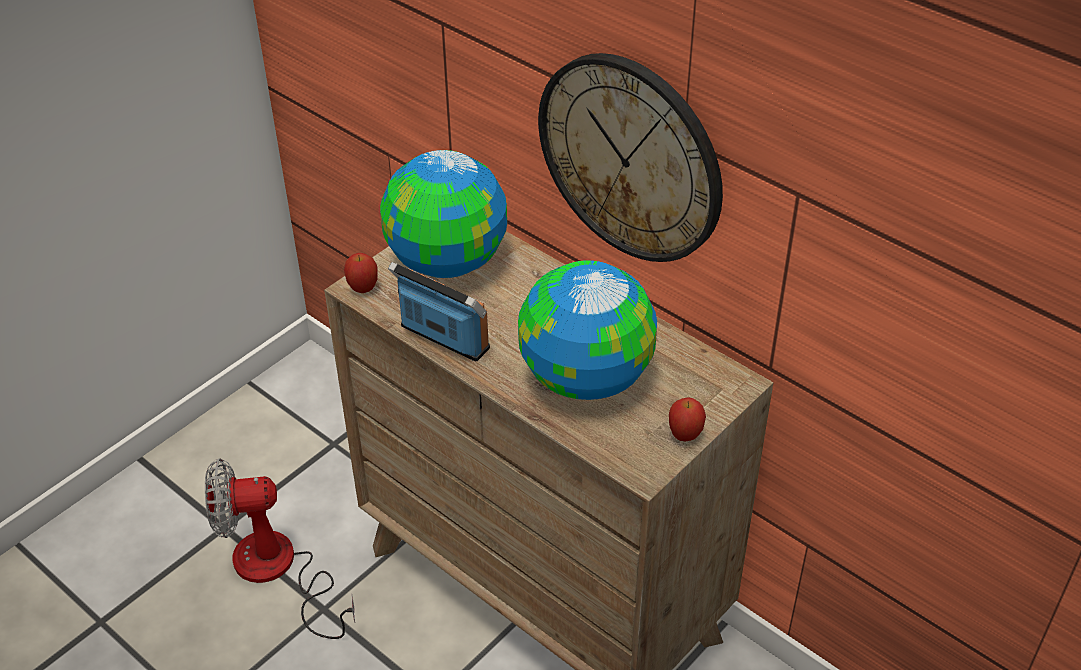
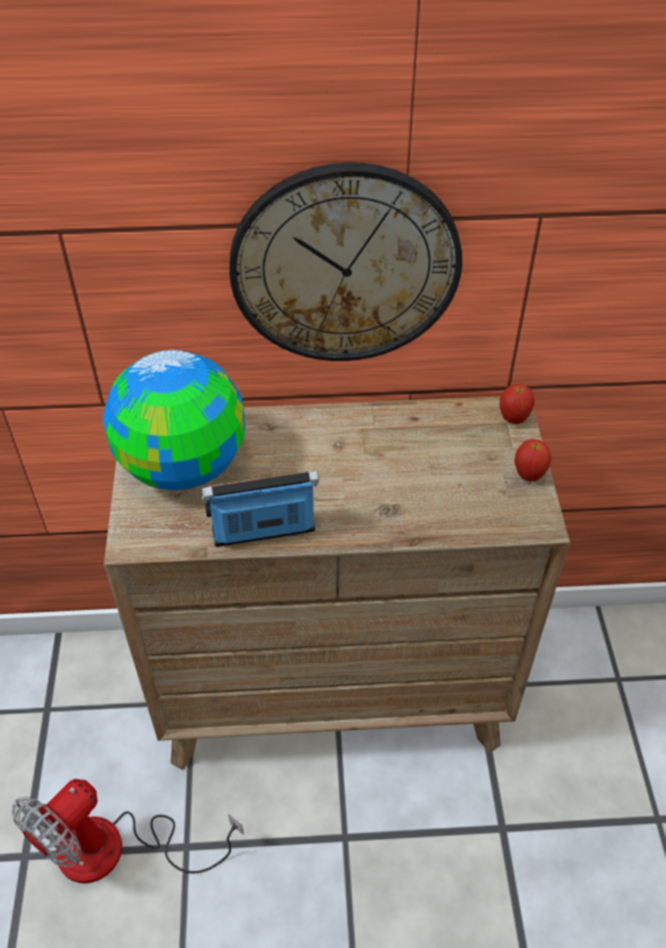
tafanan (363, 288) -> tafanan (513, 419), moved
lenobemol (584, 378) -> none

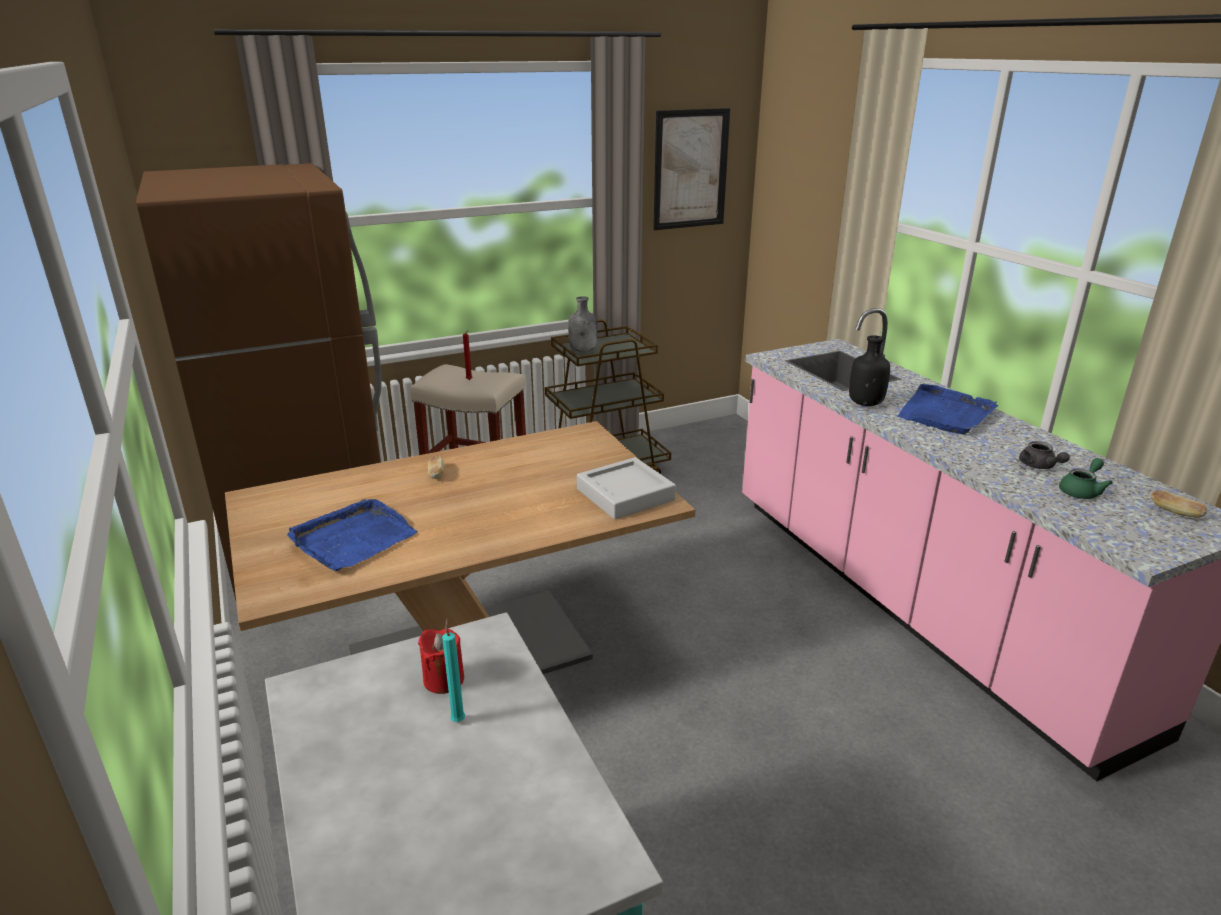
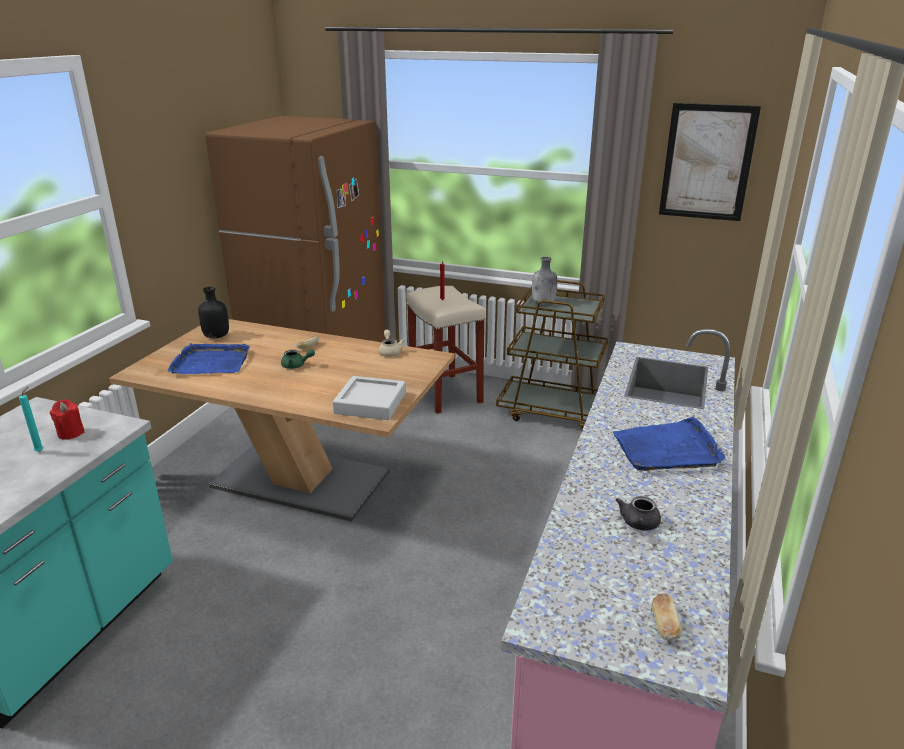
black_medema (865, 403) -> black_medema (217, 336), moved
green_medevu (1081, 491) -> green_medevu (296, 365), moved
none -> beige_medevu (390, 352)

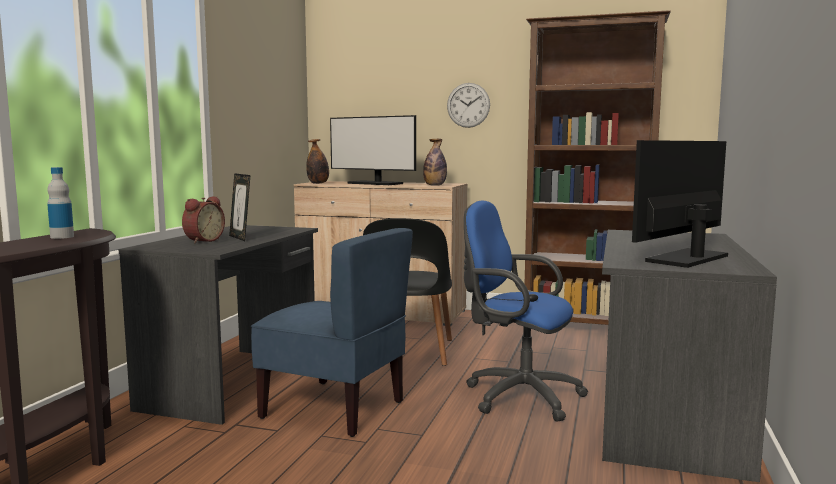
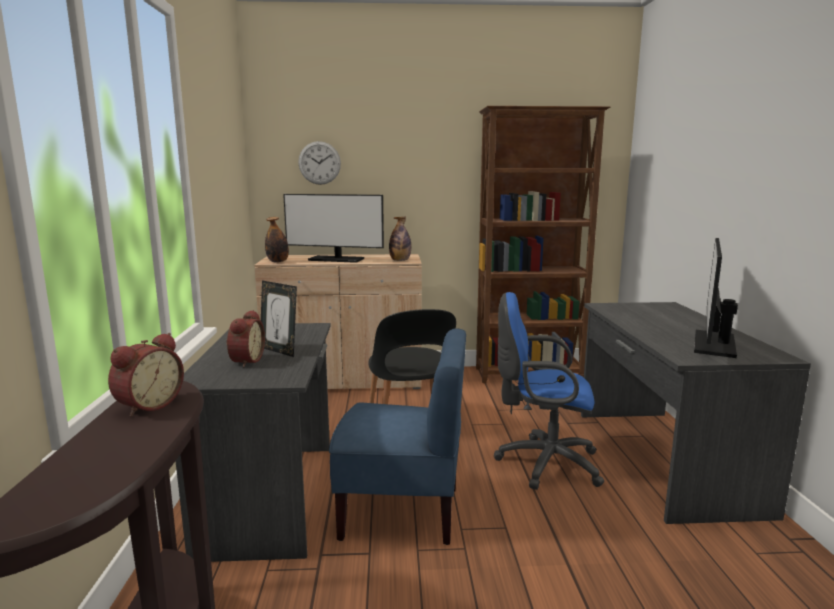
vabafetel (468, 105) -> vabafetel (319, 163), moved
medema (62, 237) -> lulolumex (148, 405)

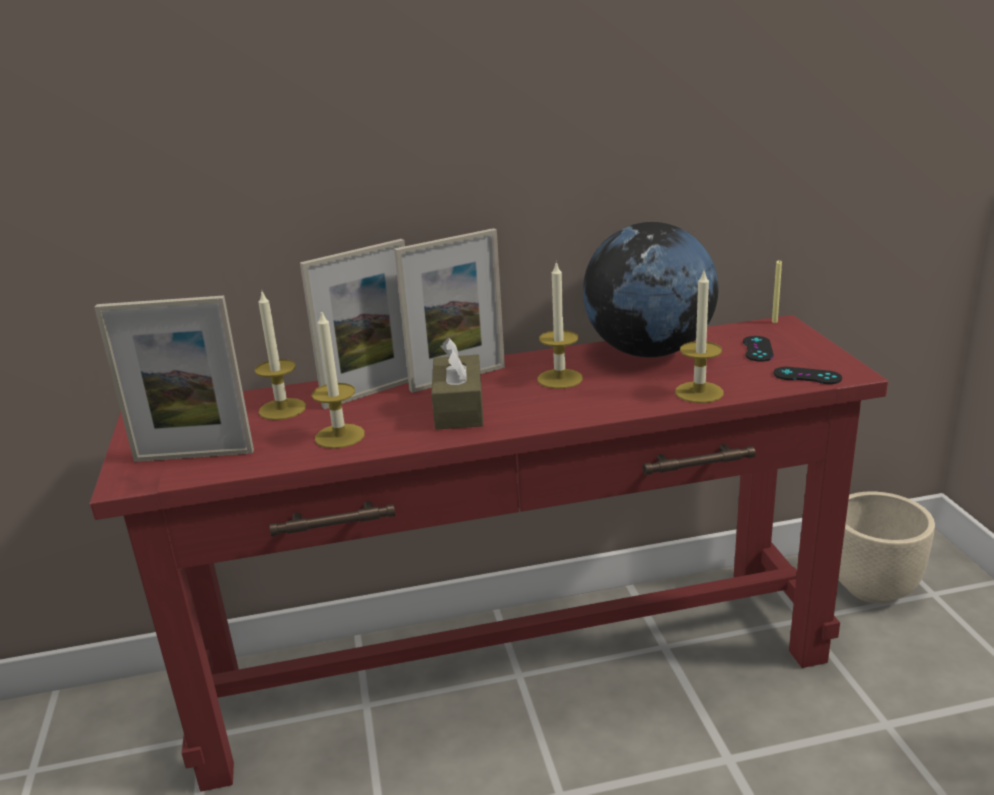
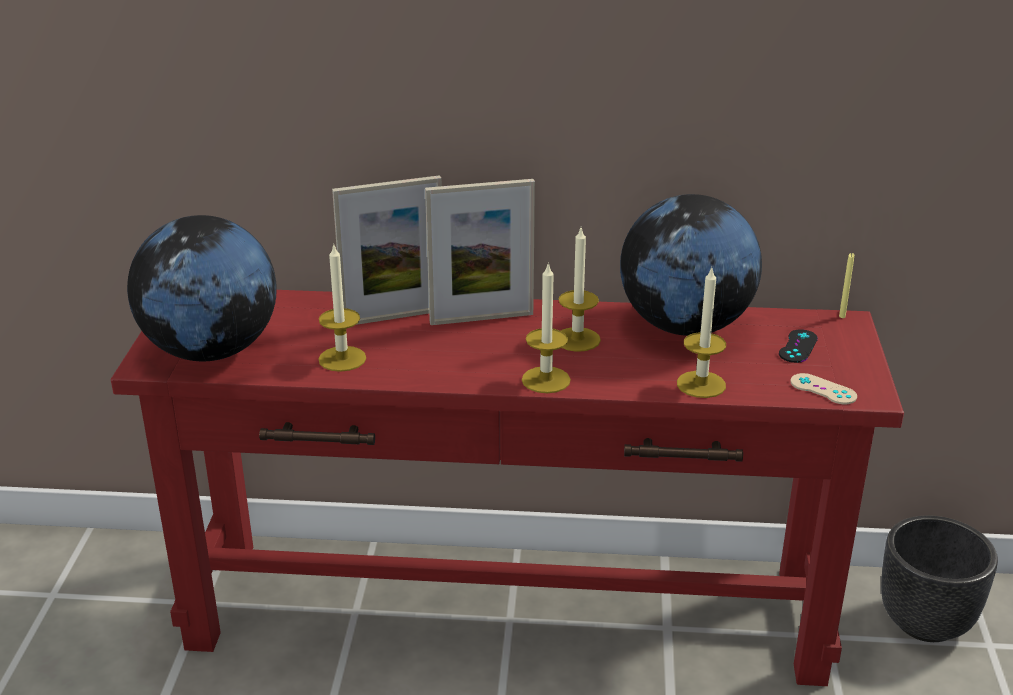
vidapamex (282, 409) -> vidapamex (546, 380), moved
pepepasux (194, 455) -> lenobemol (210, 351)
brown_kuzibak (459, 408) -> none
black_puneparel (807, 376) -> beige_puneparel (823, 389)
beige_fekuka (874, 587) -> black_fekuka (927, 622)

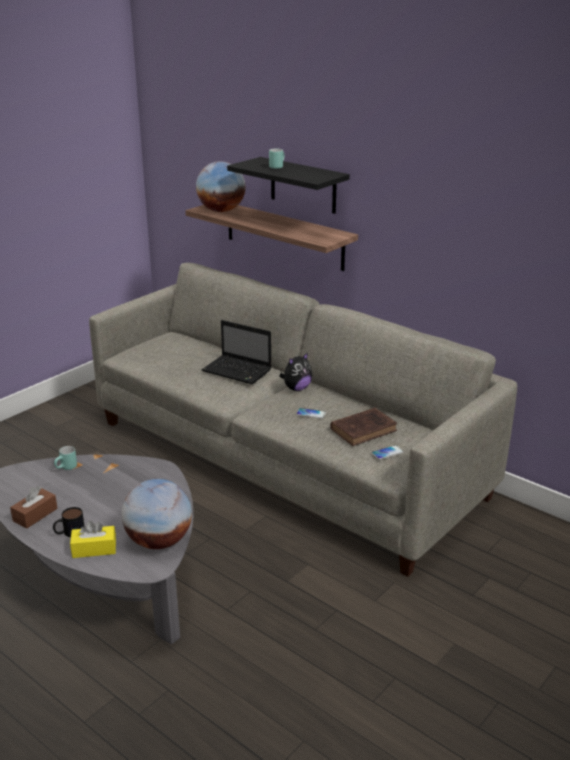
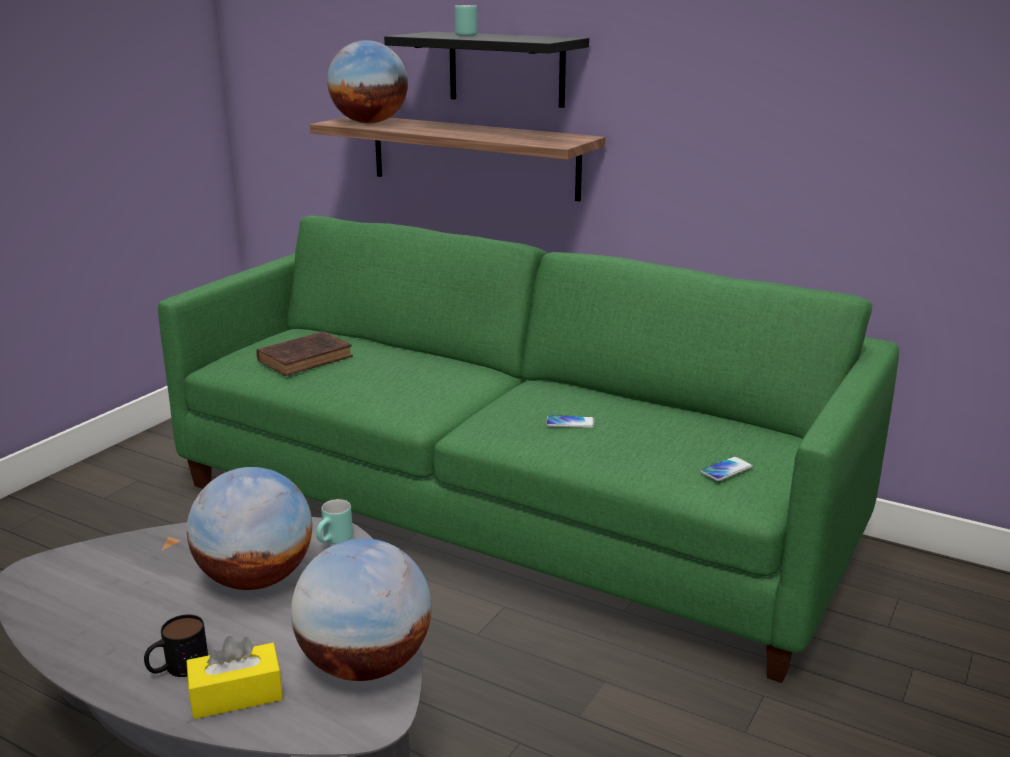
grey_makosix (286, 458) -> green_makosix (506, 512)
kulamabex (238, 371) -> none
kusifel (296, 388) -> none
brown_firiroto (365, 429) -> brown_firiroto (307, 358), moved
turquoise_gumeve (67, 468) -> turquoise_gumeve (335, 542), moved
brown_kuzibak (35, 515) -> none
none -> lenobemol (255, 579)

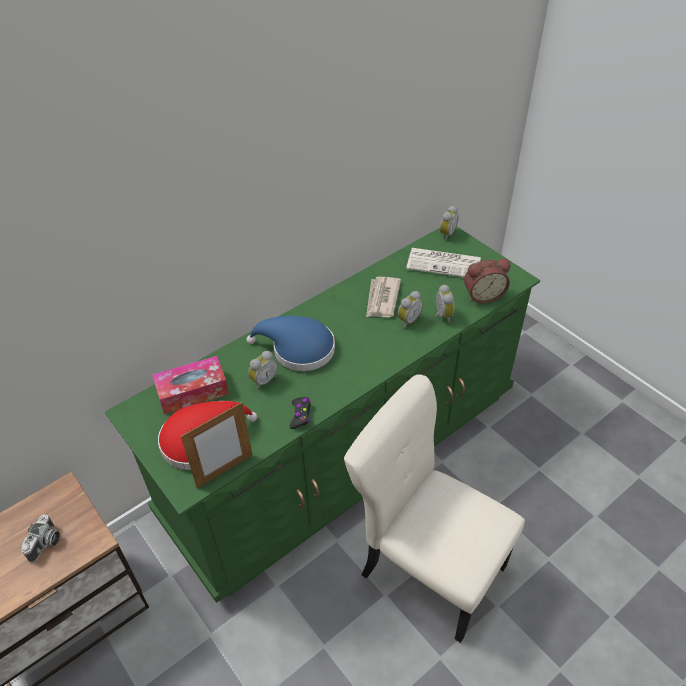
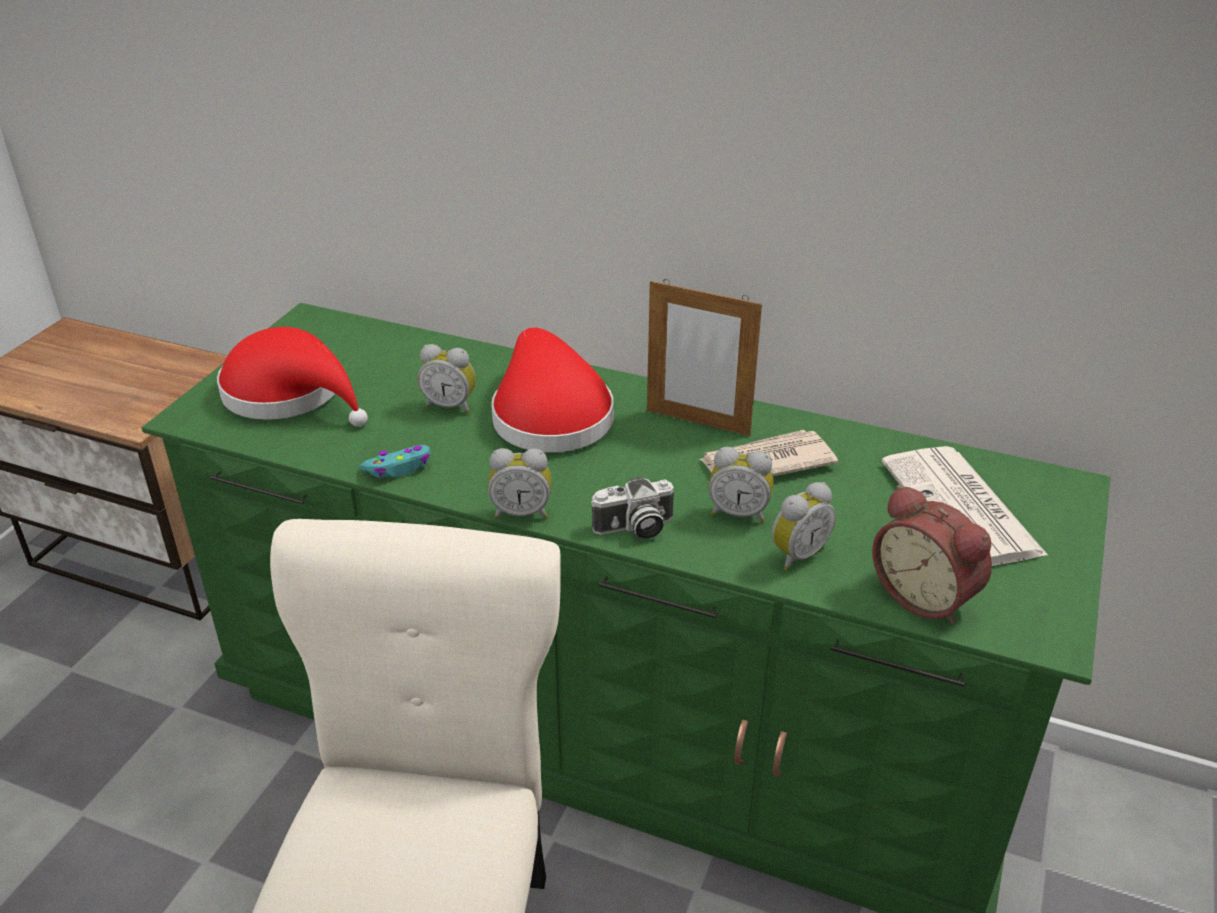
lulolumex (446, 234) -> lulolumex (521, 512), moved
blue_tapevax (298, 349) -> red_tapevax (549, 414)
kuzibak (192, 391) -> none
black_puneparel (300, 415) -> turquoise_puneparel (399, 468)
pepepasux (225, 471) -> pepepasux (697, 422), moved
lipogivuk (45, 544) -> lipogivuk (634, 528), moved

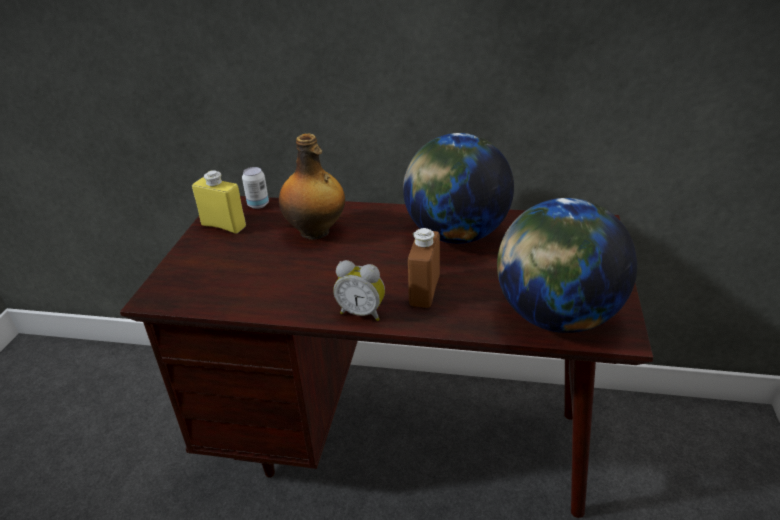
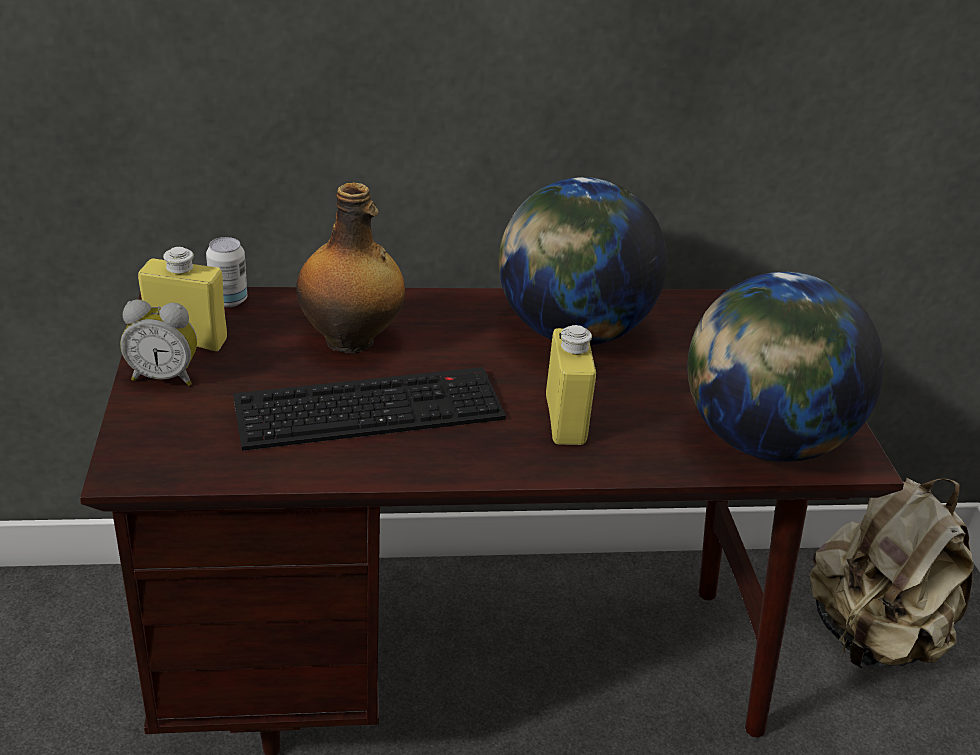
brown_medema (424, 291) -> yellow_medema (565, 420)
lulolumex (362, 312) -> lulolumex (164, 376), moved
none -> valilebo (371, 407)
none -> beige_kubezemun (872, 636)

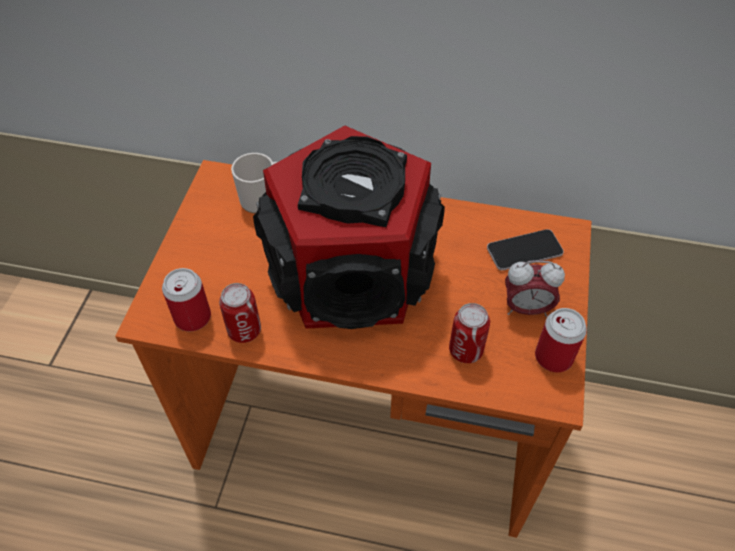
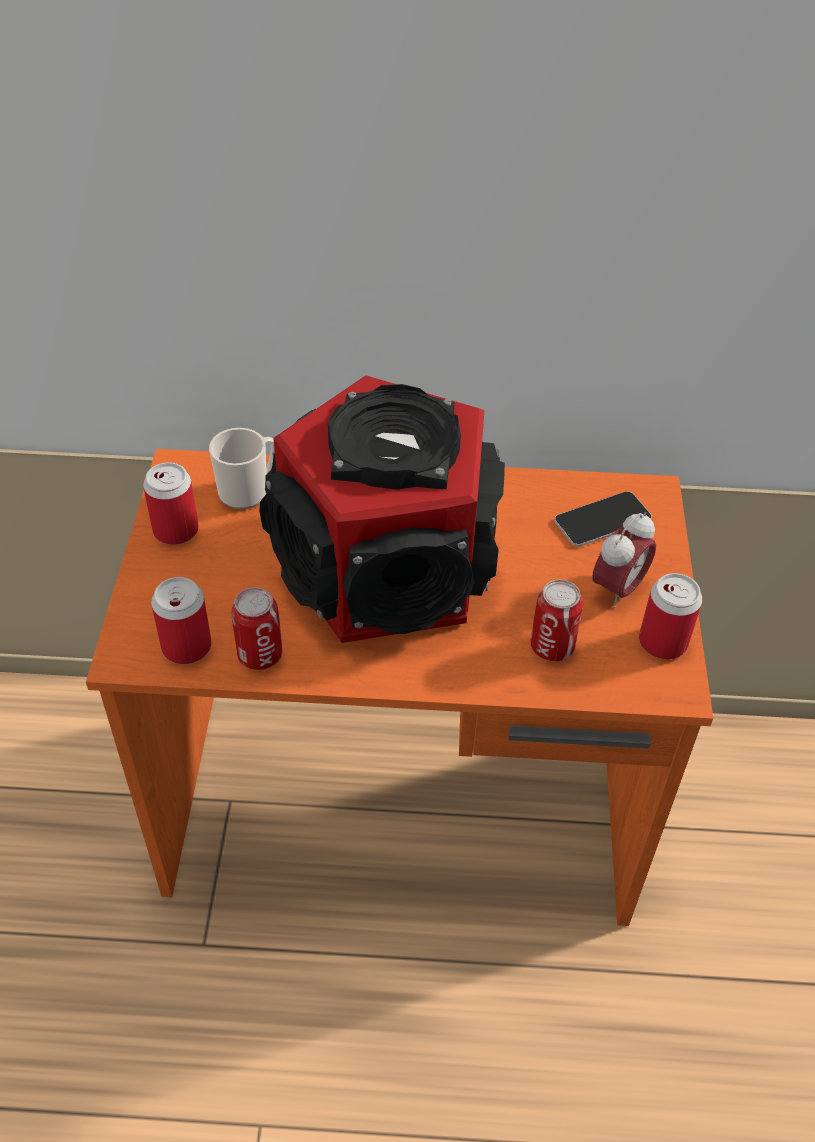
lulolumex (526, 308) -> lulolumex (618, 589), 45 degrees counterclockwise
none -> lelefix (176, 530)

